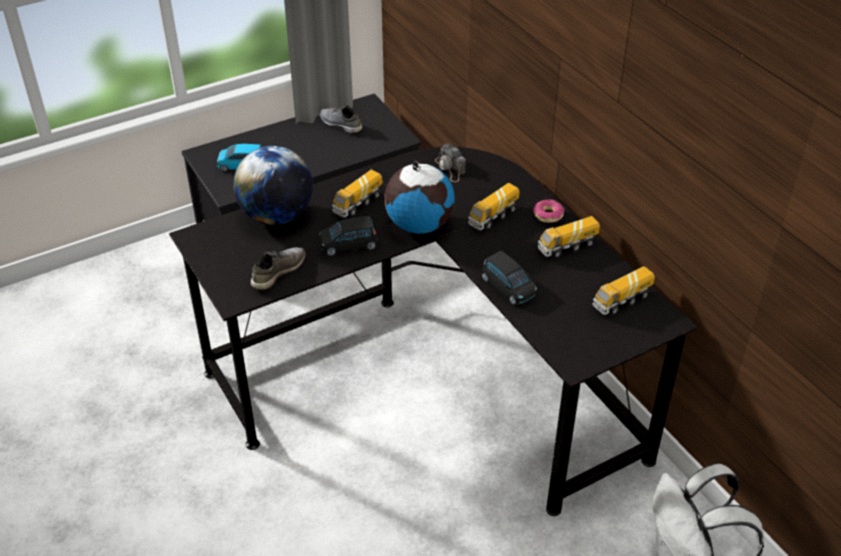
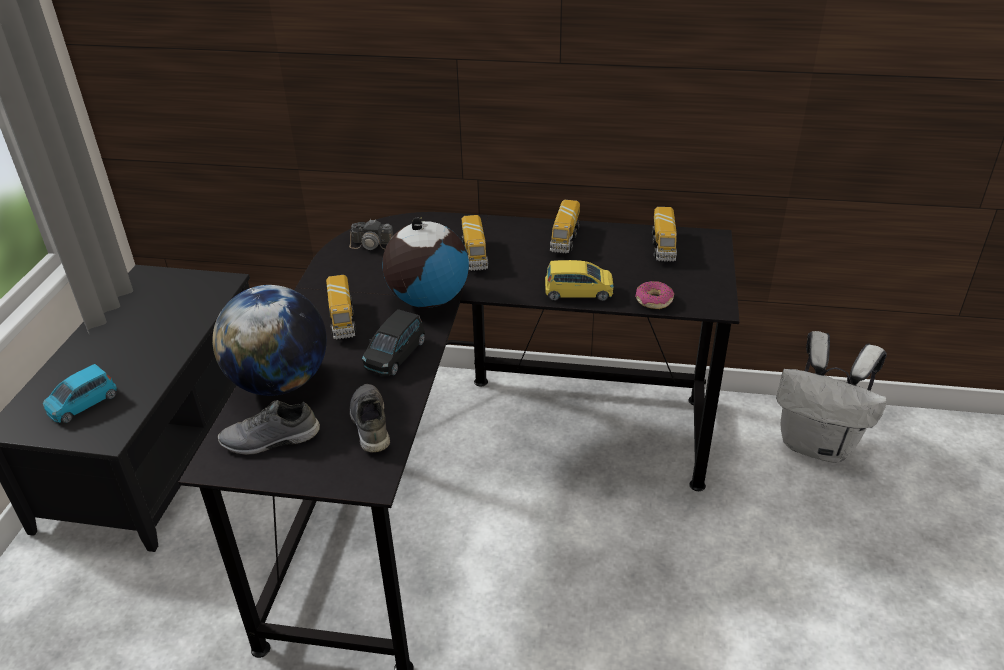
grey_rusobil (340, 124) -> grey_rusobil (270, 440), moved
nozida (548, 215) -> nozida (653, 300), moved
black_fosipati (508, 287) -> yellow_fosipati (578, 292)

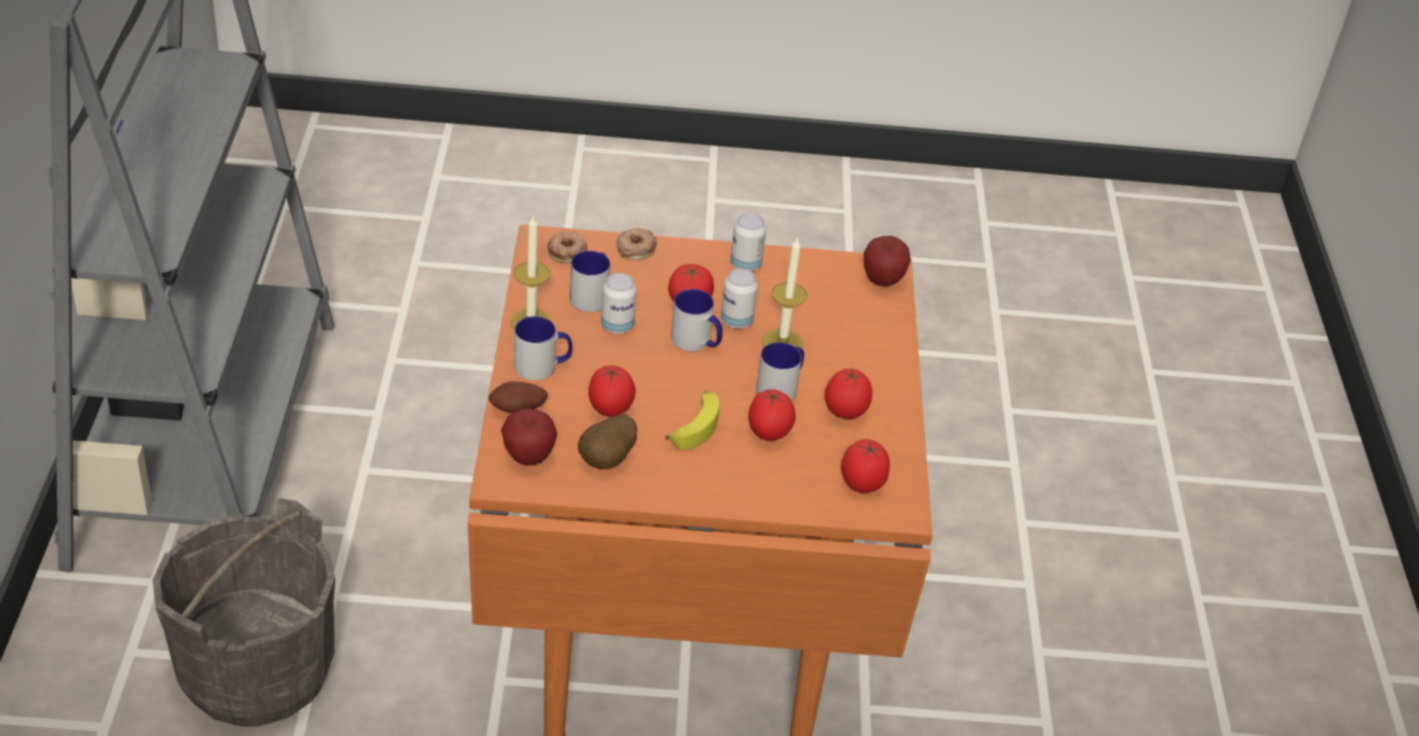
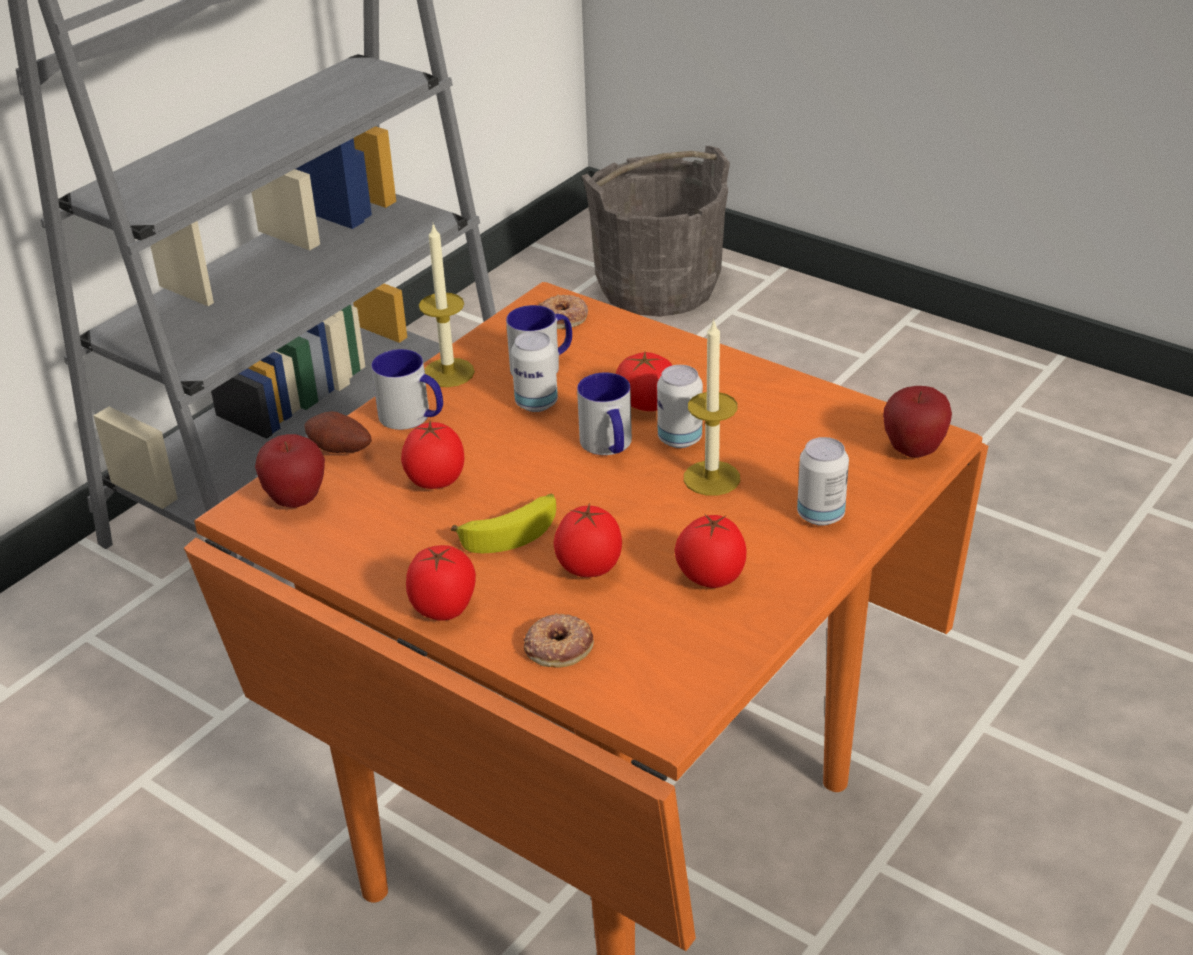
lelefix (745, 264) -> lelefix (820, 515), moved
nozida (635, 248) -> nozida (558, 646), moved
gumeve (781, 388) -> none
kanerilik (608, 460) -> none
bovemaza (862, 483) -> bovemaza (444, 608), moved
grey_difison (256, 670) -> grey_difison (658, 287), moved

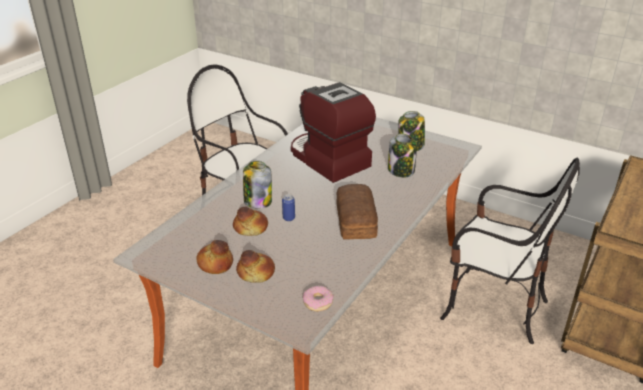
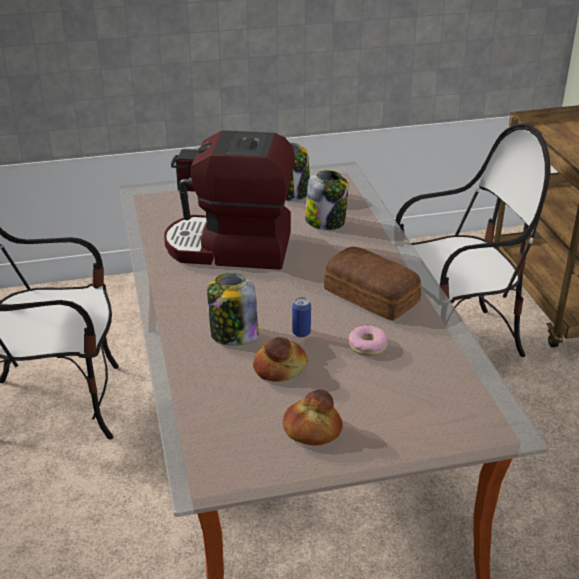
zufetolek (256, 273) -> none
nozida (318, 302) -> nozida (368, 346), moved

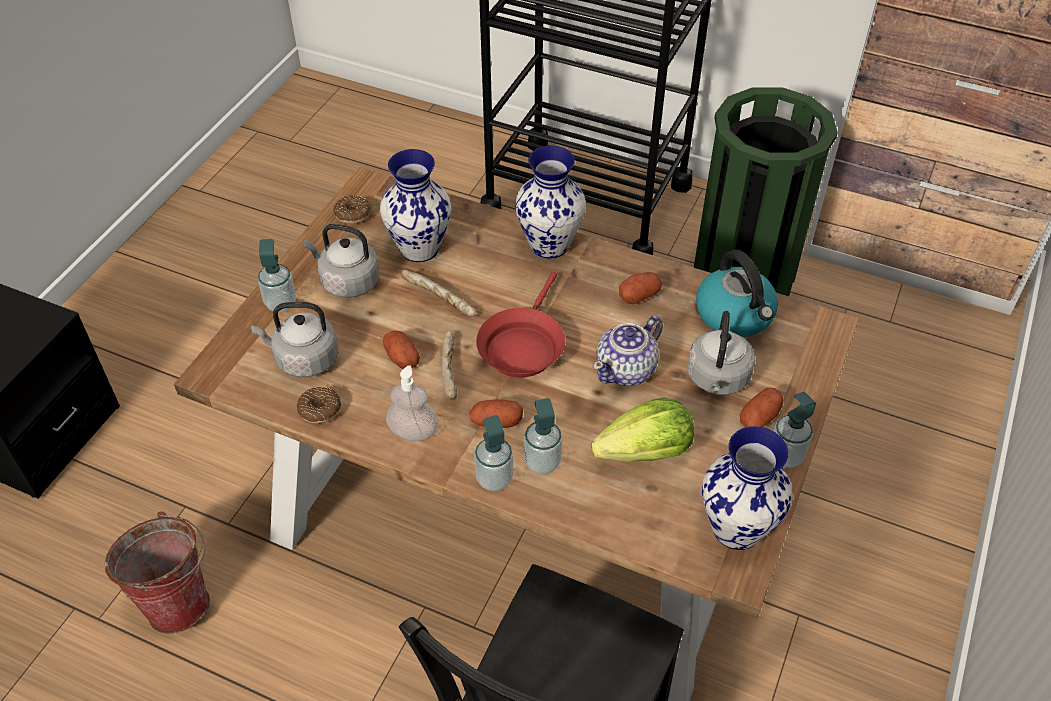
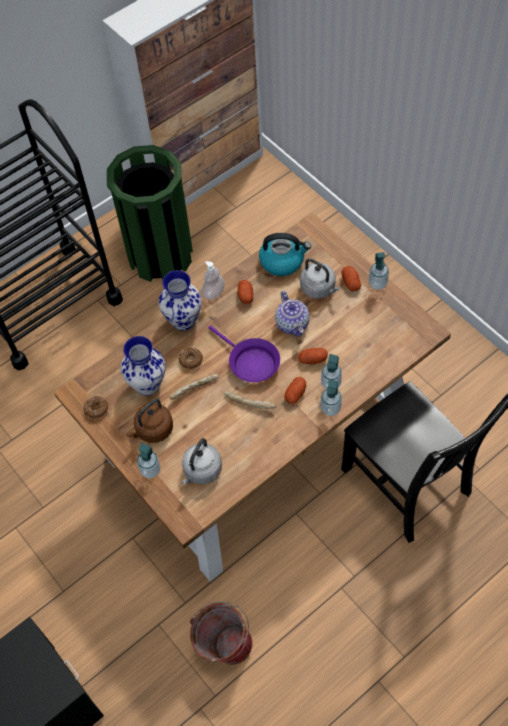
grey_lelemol (347, 282) -> brown_lelemol (153, 430)
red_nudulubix (522, 346) -> purple_nudulubix (250, 362)
kanerilik (402, 357) -> kanerilik (312, 360), moved
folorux (413, 432) -> folorux (214, 292), moved
nozida (320, 409) -> nozida (191, 360), moved
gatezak (646, 453) -> none
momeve (737, 528) -> none

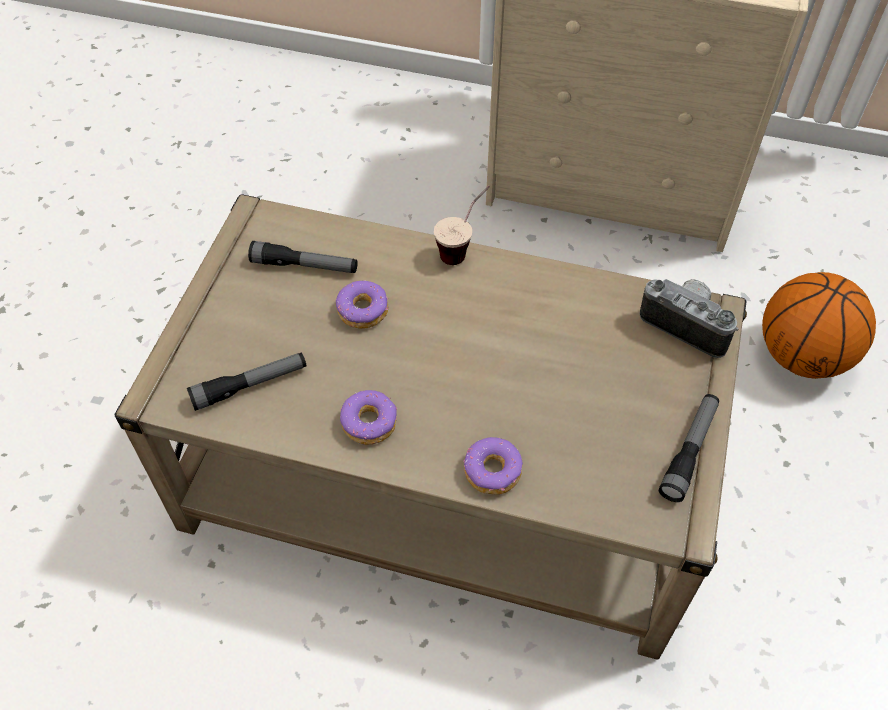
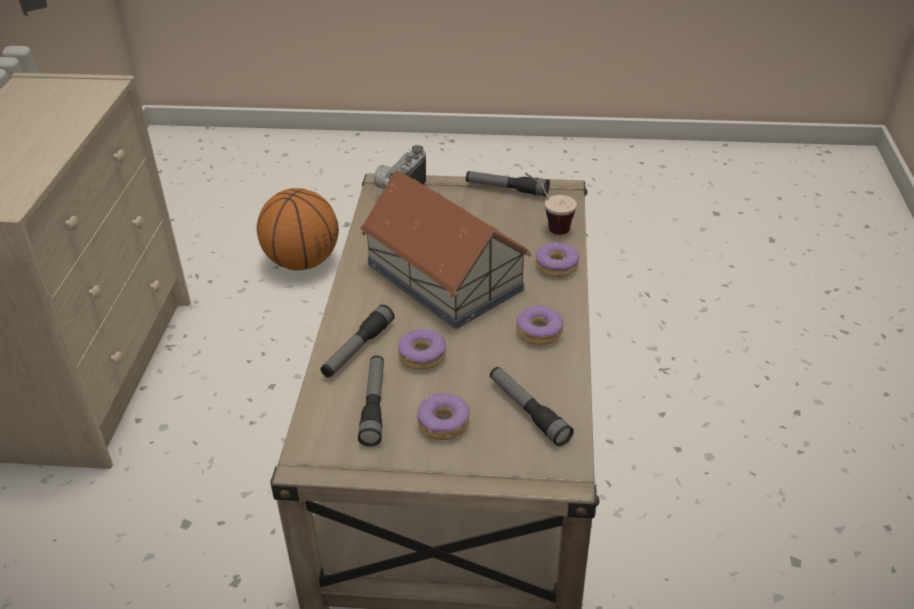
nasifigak (463, 248) -> nasifigak (547, 225), moved
none -> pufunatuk (444, 275)
none -> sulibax (357, 349)
none -> nozida (443, 424)

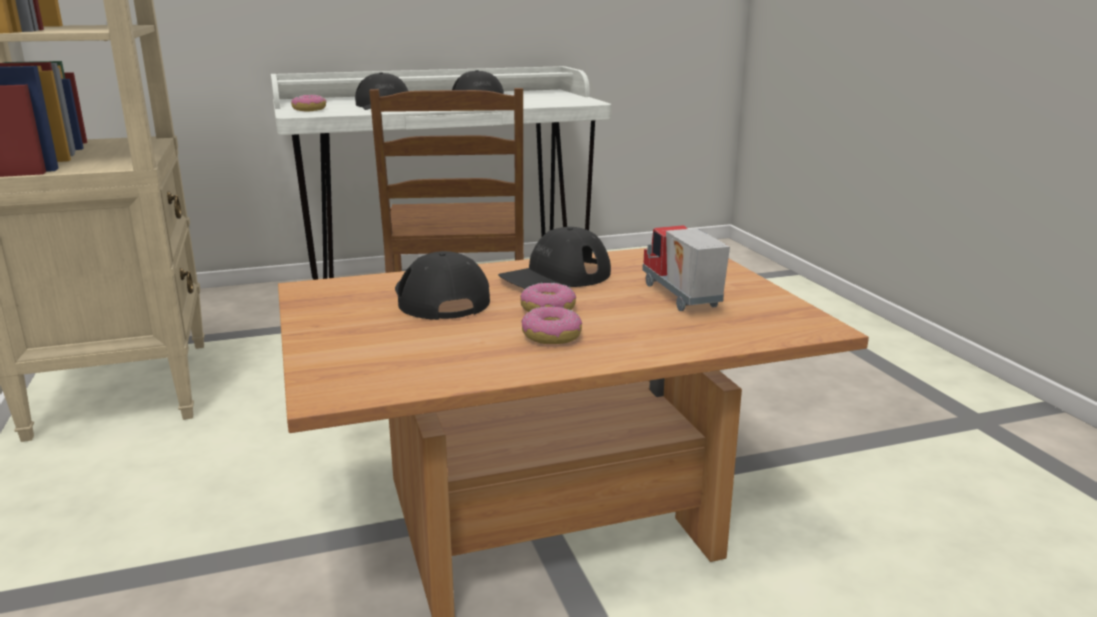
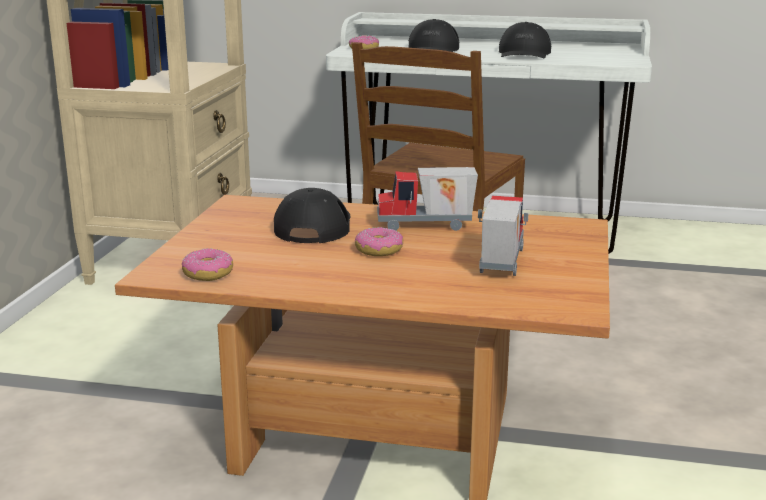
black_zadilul (555, 277) -> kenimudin (426, 226)
nozida (551, 336) -> nozida (207, 274), moved

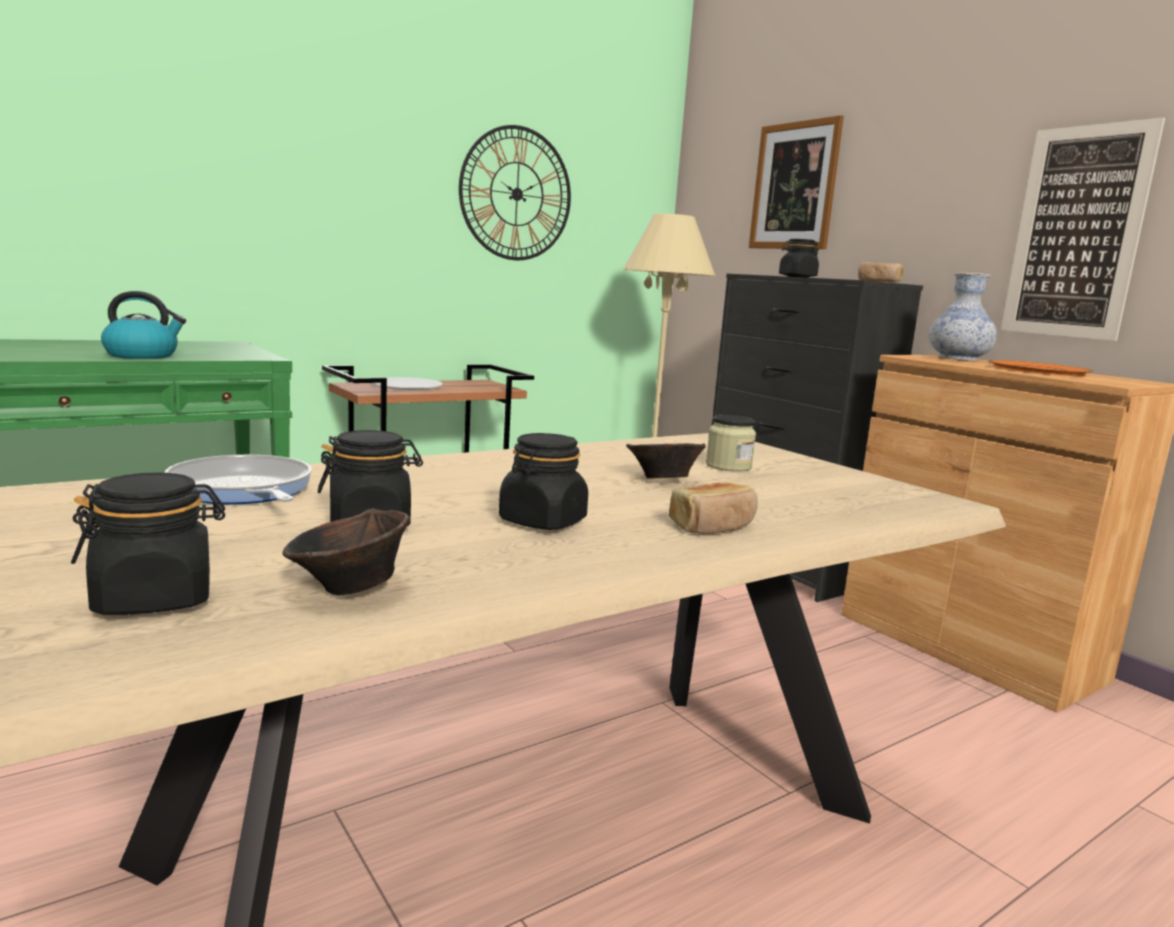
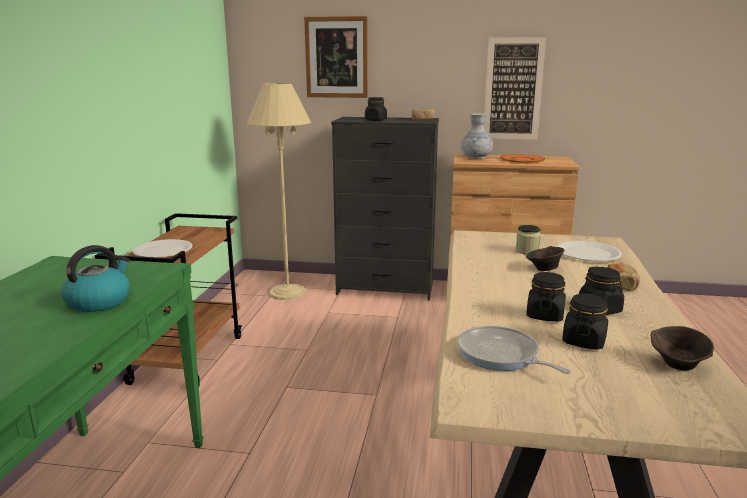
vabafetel (516, 194) -> none
nudulubix (242, 491) -> nudulubix (501, 355), 45 degrees clockwise
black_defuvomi (155, 598) -> black_defuvomi (545, 315), moved
none -> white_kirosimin (587, 253)

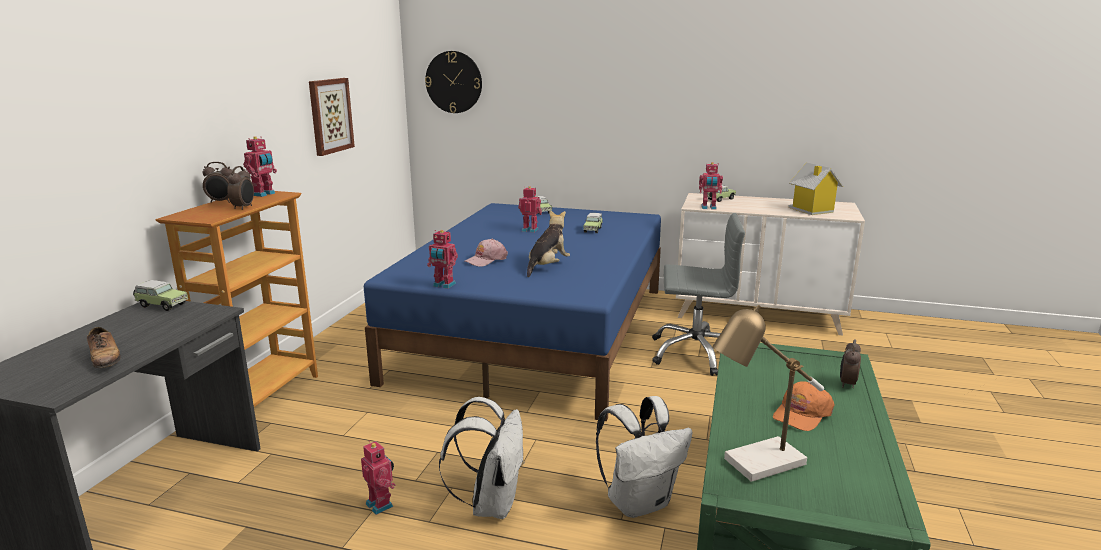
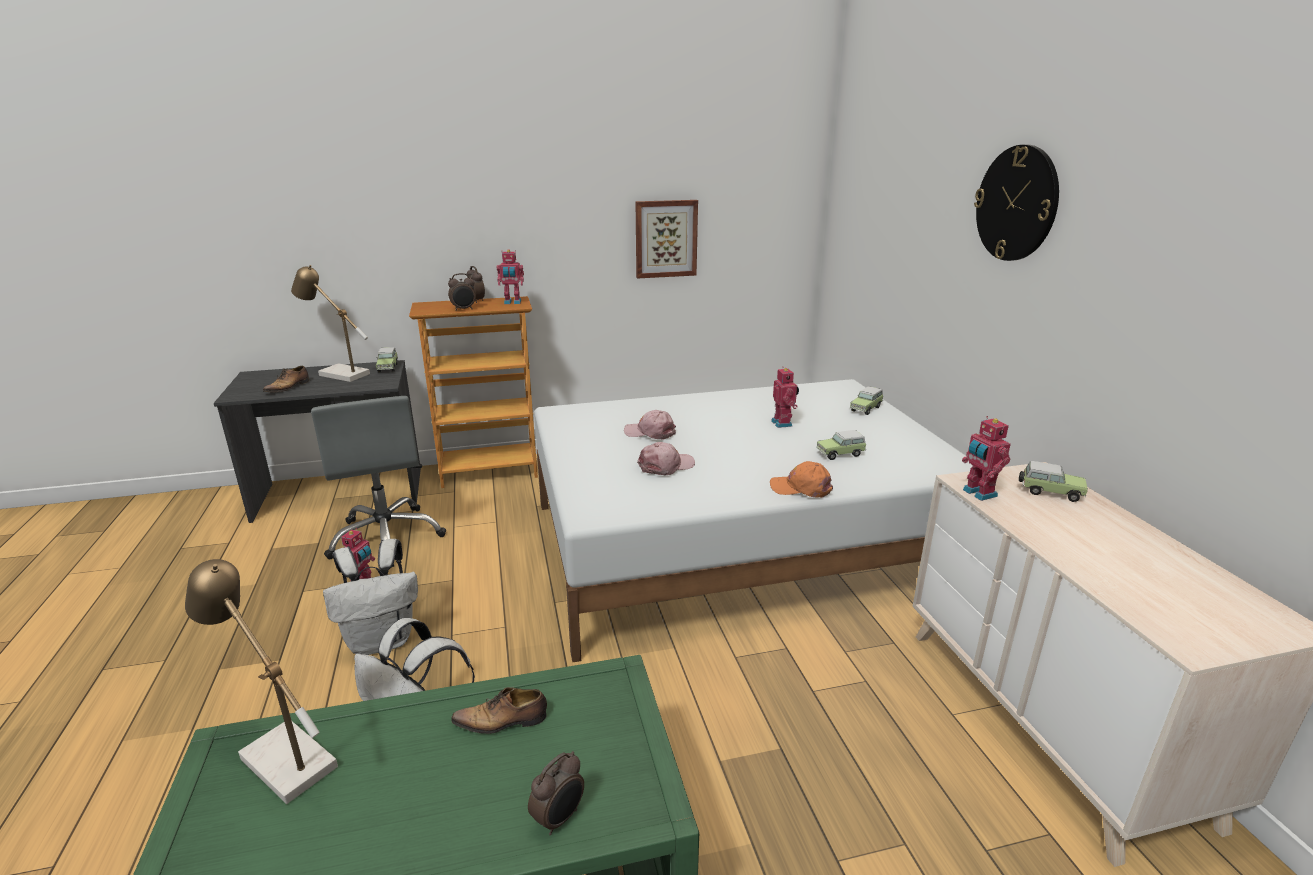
vabafetel (454, 82) -> vabafetel (1016, 203), moved
pufunatuk (811, 210) -> none
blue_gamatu (537, 332) -> white_gamatu (737, 545)
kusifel (547, 266) -> pink_zadilul (666, 466)
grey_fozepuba (695, 353) -> grey_fozepuba (387, 537), moved
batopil (443, 285) -> none
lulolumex (847, 384) -> lulolumex (559, 818), 135 degrees clockwise
orange_zadilul (801, 414) -> orange_zadilul (801, 488), moved
none -> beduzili (339, 374)
none -> rusobil (502, 721)

